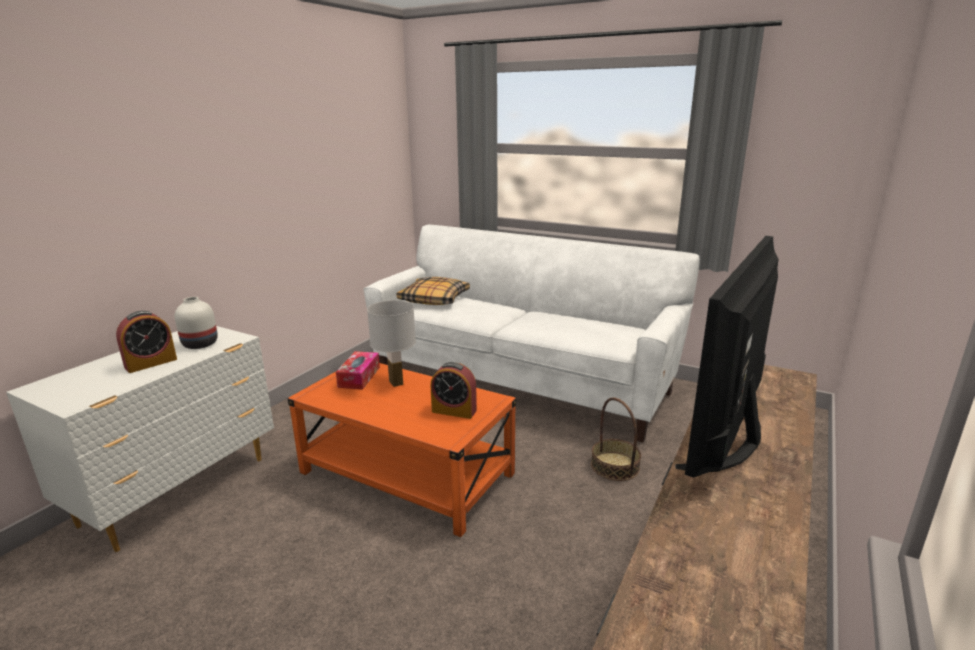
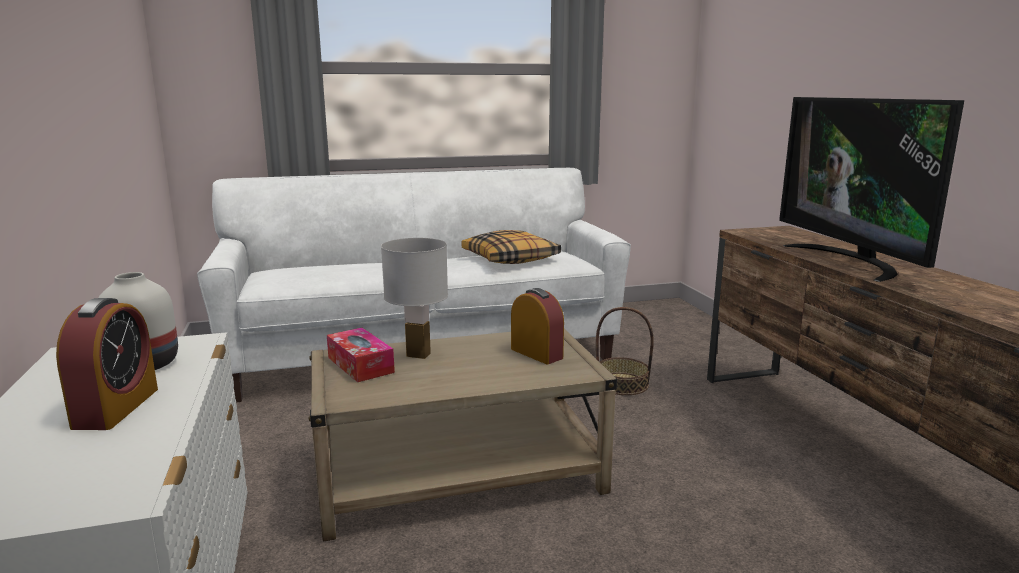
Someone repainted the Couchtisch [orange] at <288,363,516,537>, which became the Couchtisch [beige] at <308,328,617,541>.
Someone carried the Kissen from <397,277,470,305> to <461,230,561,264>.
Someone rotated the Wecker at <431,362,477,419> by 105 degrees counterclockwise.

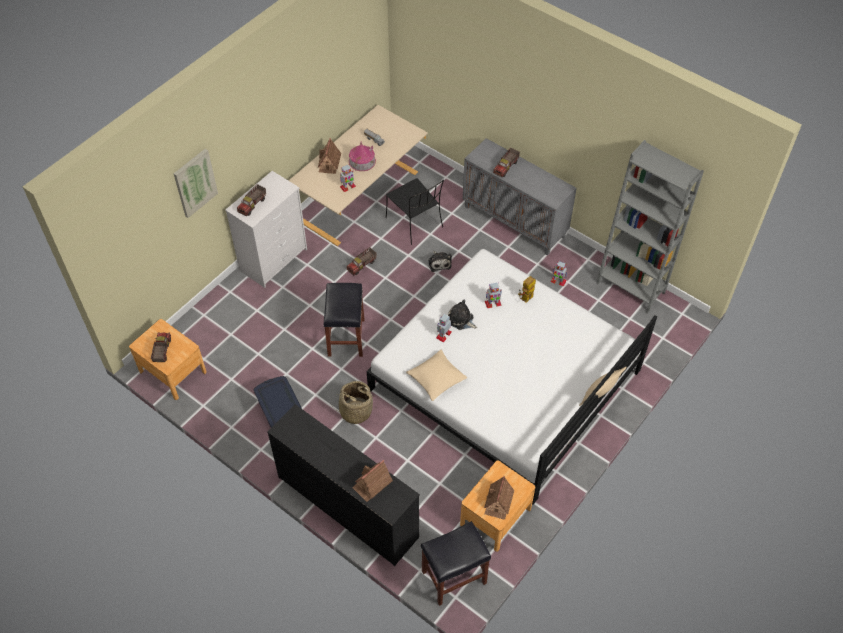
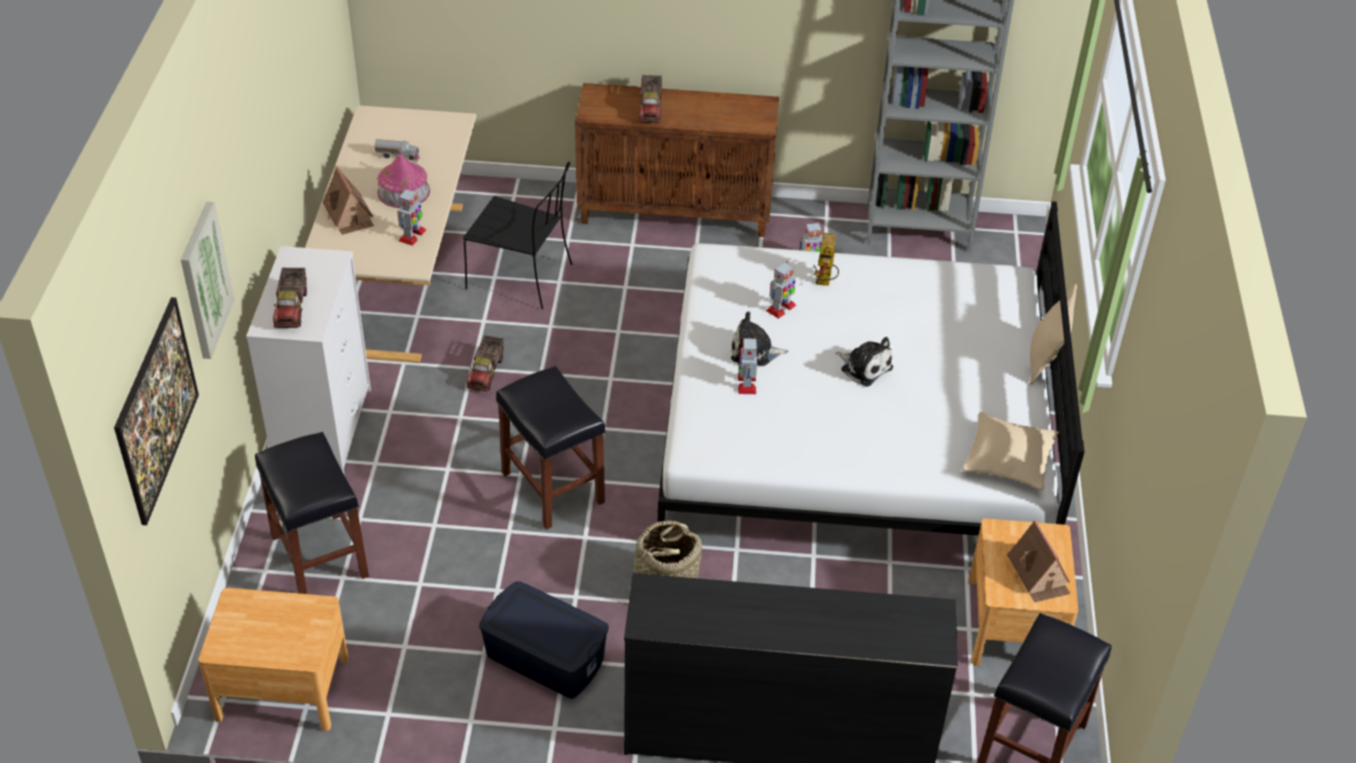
Someone put up the Bild at <114,297,199,525>.
Someone put down the Hocker [schwarz] at <255,432,369,594>.
Someone repainted the Schrank [grau] at <463,138,577,256>, which became the Schrank [braun] at <575,83,779,237>.
Someone carried the Plüschtier from <428,251,452,272> to <836,337,893,386>.
Someone carried the Kissen [beige] from <406,350,467,401> to <962,412,1058,490>.
Someone took away the Spielzeuglaster at <151,332,171,362>.
Someone took away the Spielzeughaus at <352,460,393,502>.

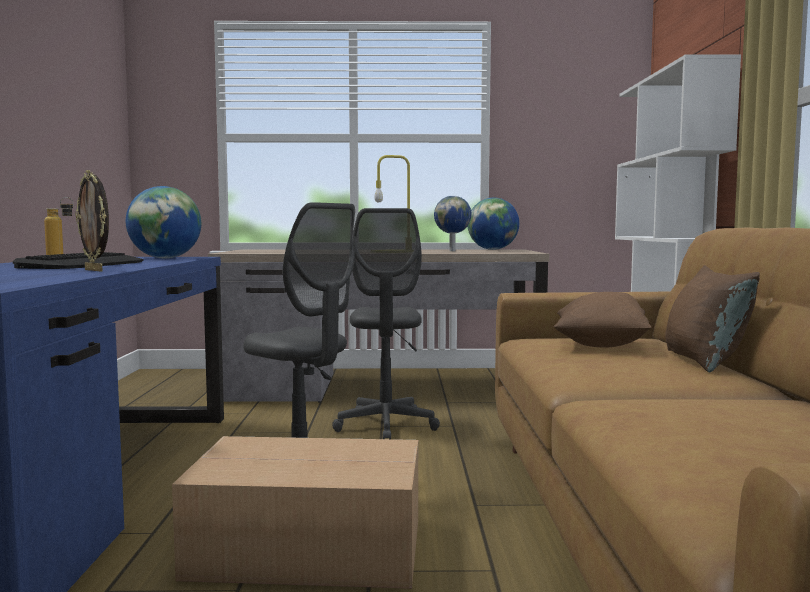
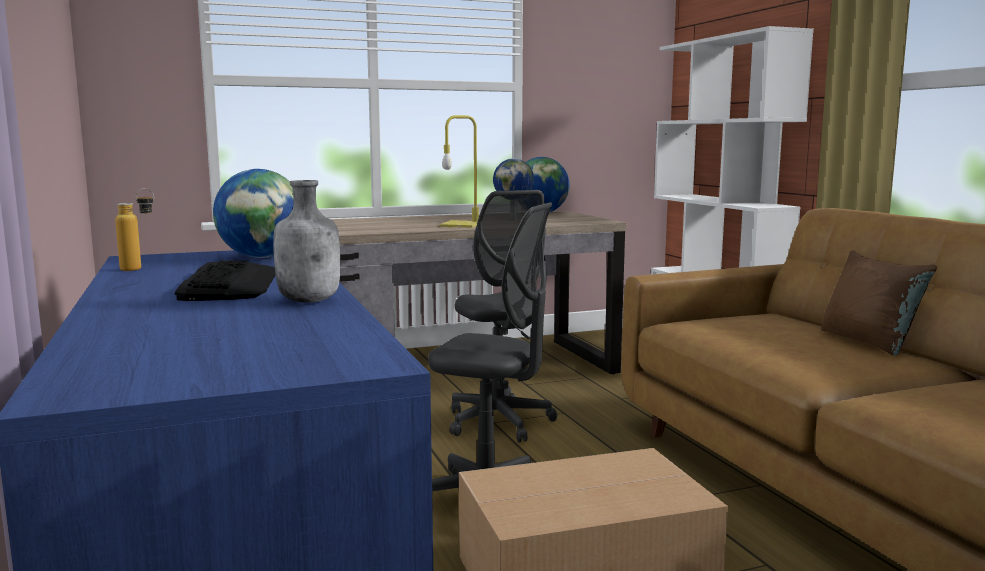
Someone swapped the Bilderrahmen at <75,170,109,271> for the Flasche [grau] at <273,180,340,303>.
Someone took away the Kissen [braun] at <554,292,652,348>.

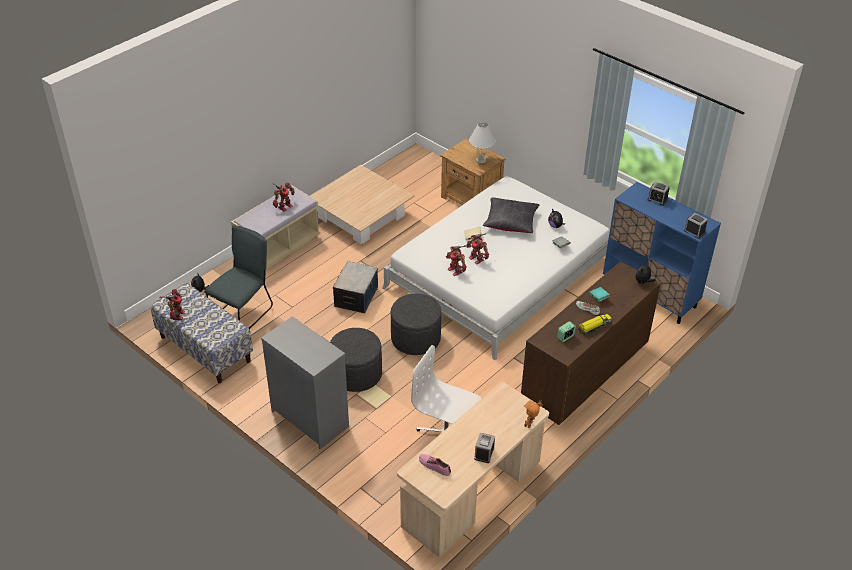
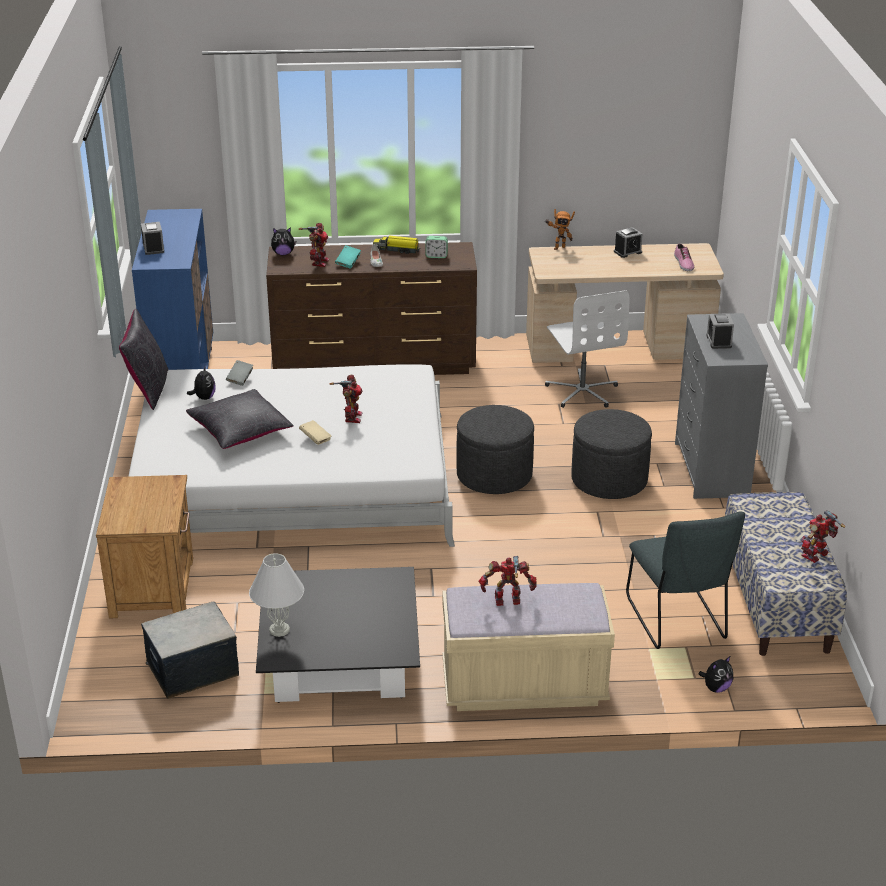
Someone put down the Kissen [schwarz] at <119,309,168,410>.
Someone carried the Aufbewahrungsbox from <333,261,378,313> to <141,601,239,699>.
Someone carried the Tischlampe [weiß] from <469,122,495,163> to <249,553,304,637>.
Someone repainted the Couchtisch [beige] at <310,165,415,245>, which became the Couchtisch [schwarz] at <256,567,420,703>.
Someone carried the Spielzeugroboter from <446,245,467,276> to <299,223,330,267>.
Someone rotated the Stuhl [grau] at <204,225,273,329> by 90 degrees counterclockwise.
Someone carried the Wecker from <684,213,708,239> to <706,313,734,349>.

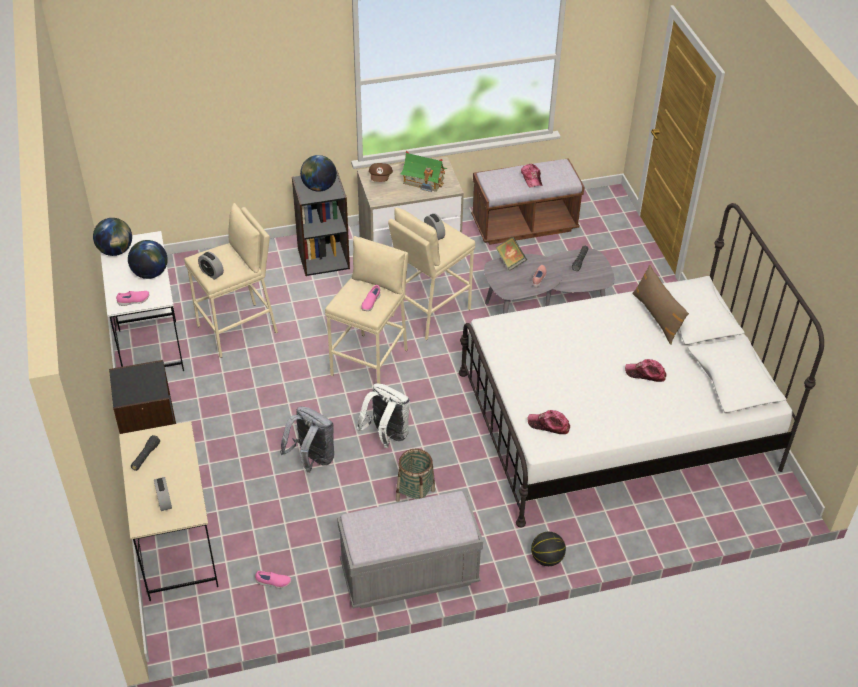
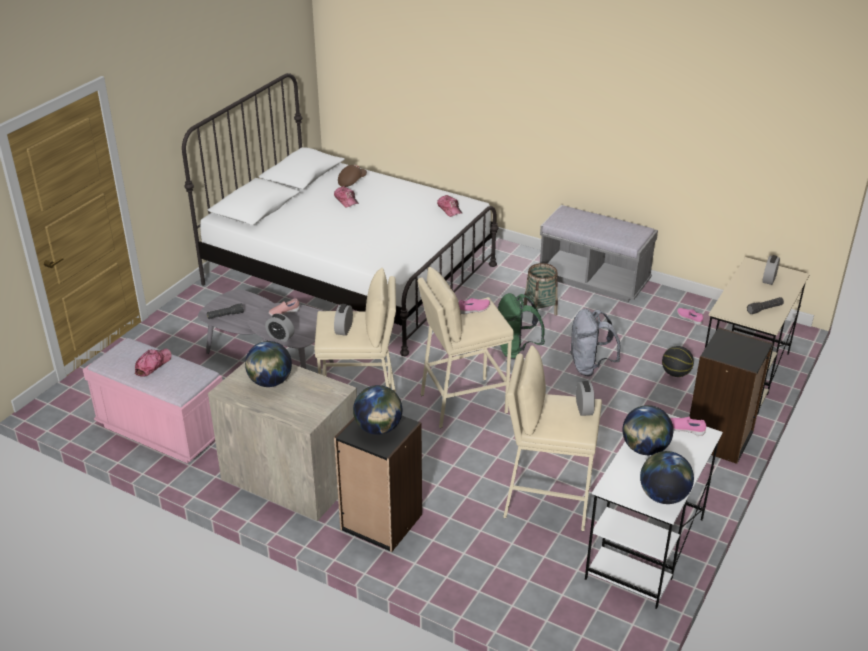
Someone repainted the Bank [braun] at <471,158,584,245>, which became the Bank [rosa] at <83,338,223,464>.
Someone swapped the Spielzeughaus at <400,151,448,192> for the Globus at <245,341,292,387>.
Someone swapped the Buch at <496,237,527,271> for the Wecker at <265,313,294,342>.
Someone carried the Kappe [braun] from <369,163,393,182> to <338,165,367,187>.
Someone repainted the Rucksack [weiß] at <356,383,410,448>, which became the Rucksack [grün] at <498,293,545,360>.
Someone carried the Basketball from <531,532,566,566> to <662,346,694,377>.
Someone took away the Kissen [braun] at <632,264,689,345>.

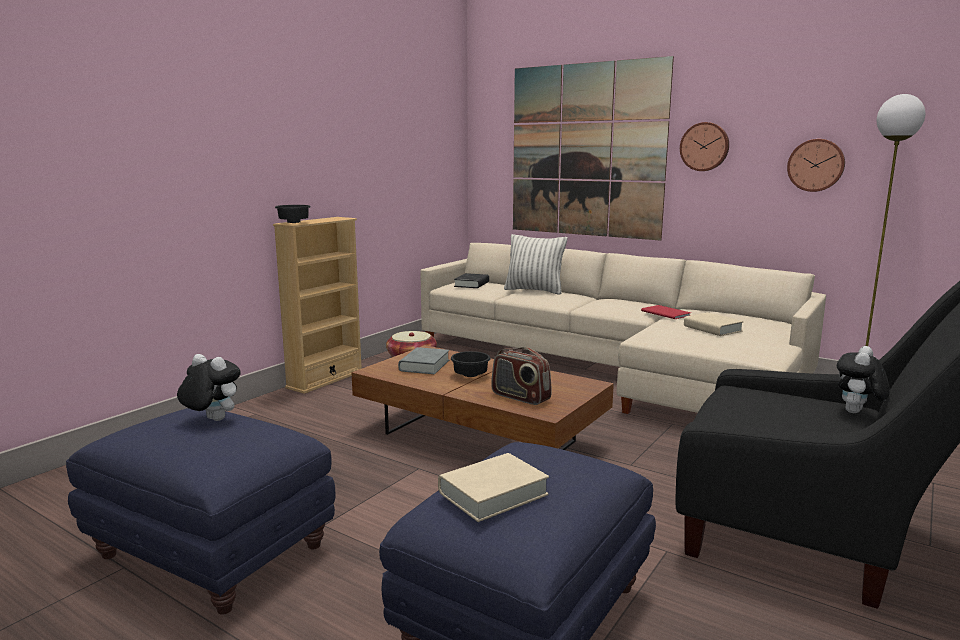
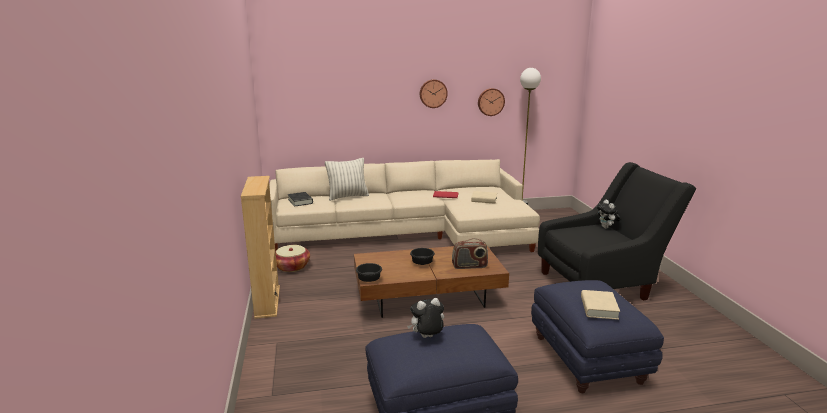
Someone carried the Schüssel [schwarz] from <275,205,310,223> to <356,263,382,282>.
Someone took away the Buch [grau] at <398,347,449,374>.
Someone took away the Bild at <513,56,674,241>.

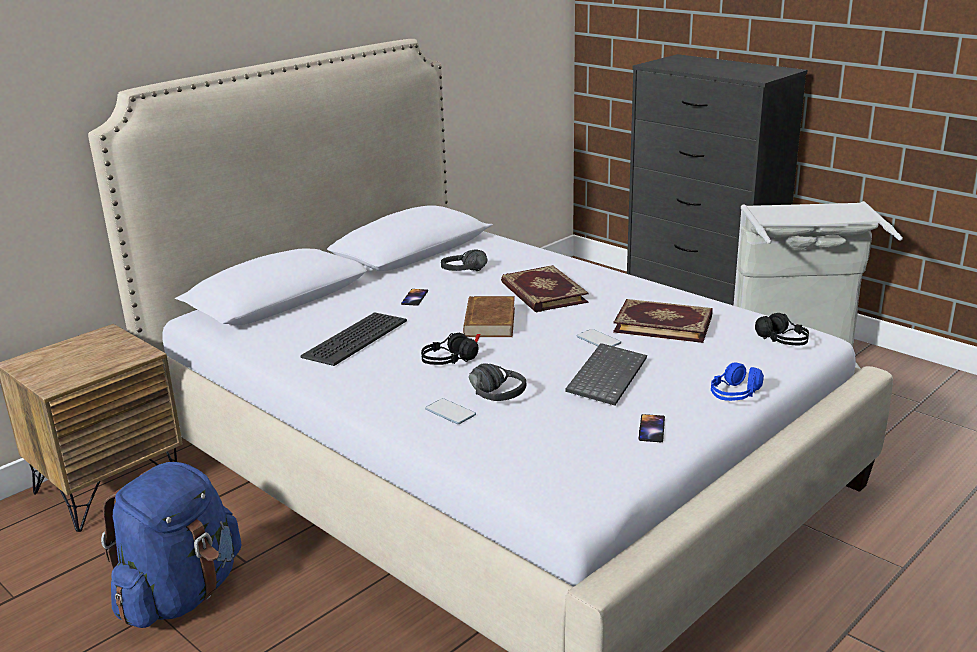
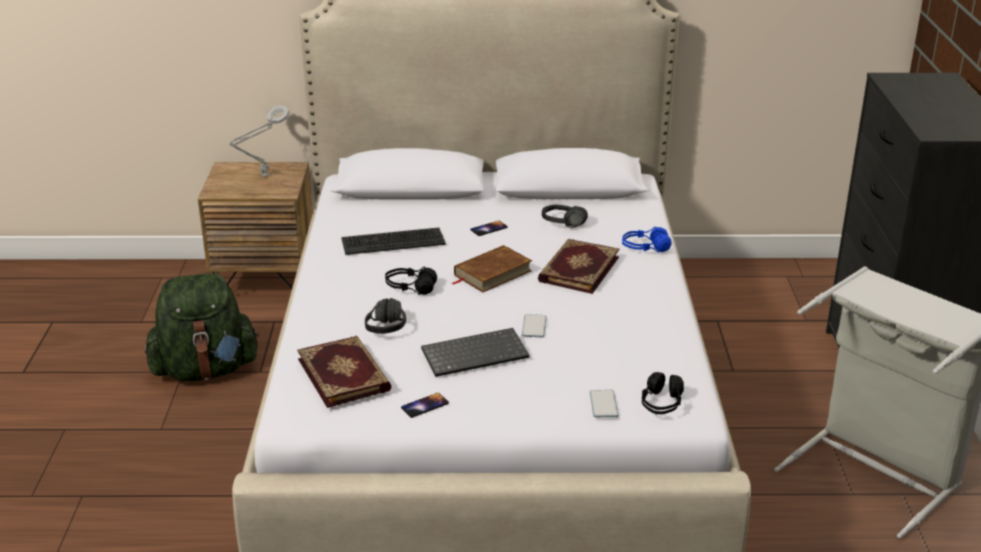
Someone repainted the Rucksack [blau] at <101,462,241,628>, which became the Rucksack [grün] at <145,273,260,381>.
Someone put down the Tischlampe [grau] at <229,105,289,177>.
Someone carried the Buch from <613,299,713,343> to <297,336,392,408>.
Someone carried the Handy from <425,398,476,424> to <590,390,618,417>.
Someone carried the Kopfhörer [blau] from <711,362,764,401> to <622,226,672,253>.

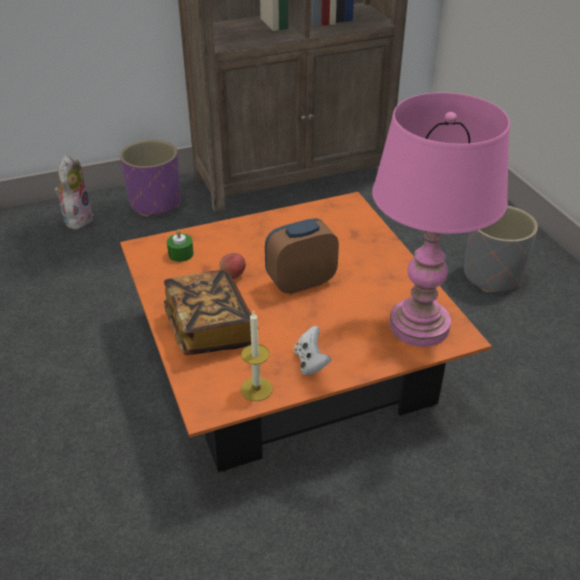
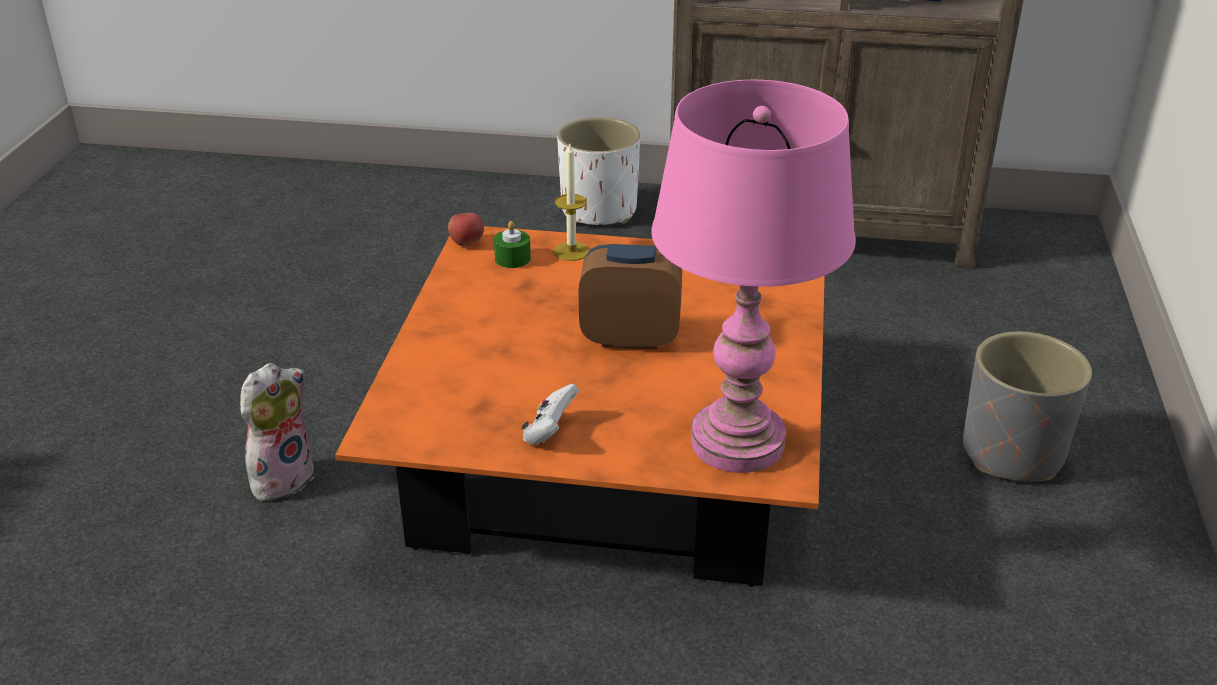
Someone carried the Plüschtier from <55,155,94,230> to <240,363,315,505>.
Someone carried the Apfel from <219,253,246,279> to <448,213,484,246>.
Someone carried the Kerze from <241,310,273,401> to <553,142,590,261>.
Someone repainted the Pflanzkübel [lila] at <120,140,181,217>, which became the Pflanzkübel [weiß] at <557,117,640,225>.
Someone took away the Buch at <164,270,252,355>.

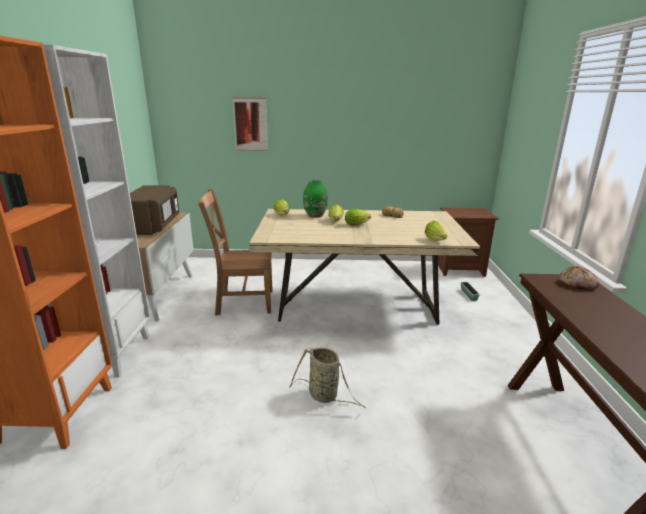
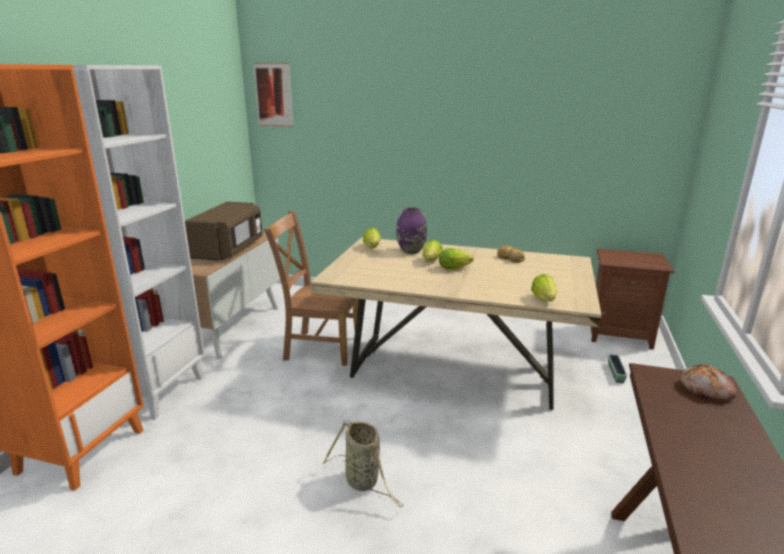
Someone carried the Bild from <232,98,268,151> to <253,63,294,127>.
Someone repainted the Vase [grün] at <303,180,328,218>, which became the Vase [lila] at <396,207,427,254>.

